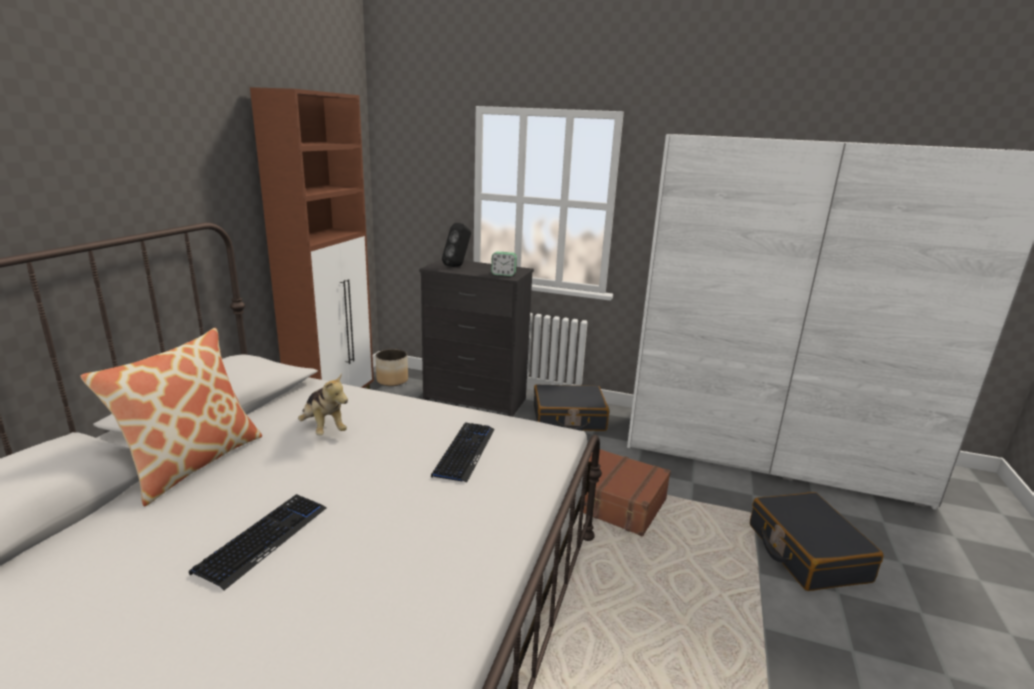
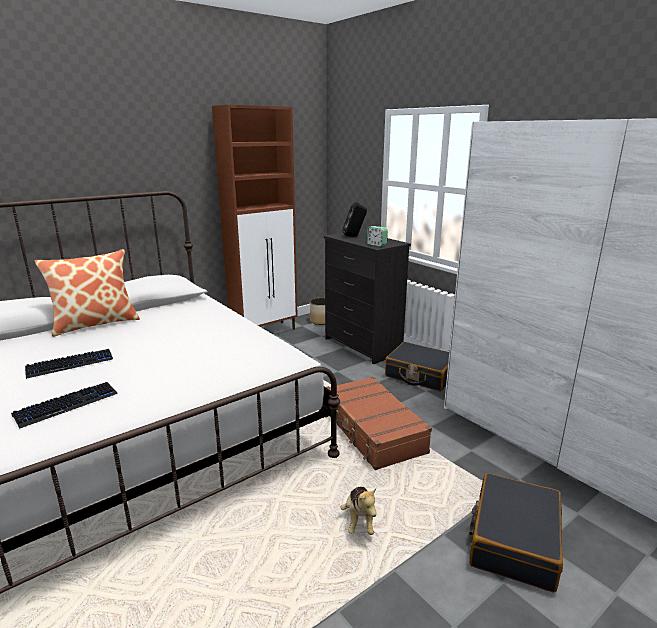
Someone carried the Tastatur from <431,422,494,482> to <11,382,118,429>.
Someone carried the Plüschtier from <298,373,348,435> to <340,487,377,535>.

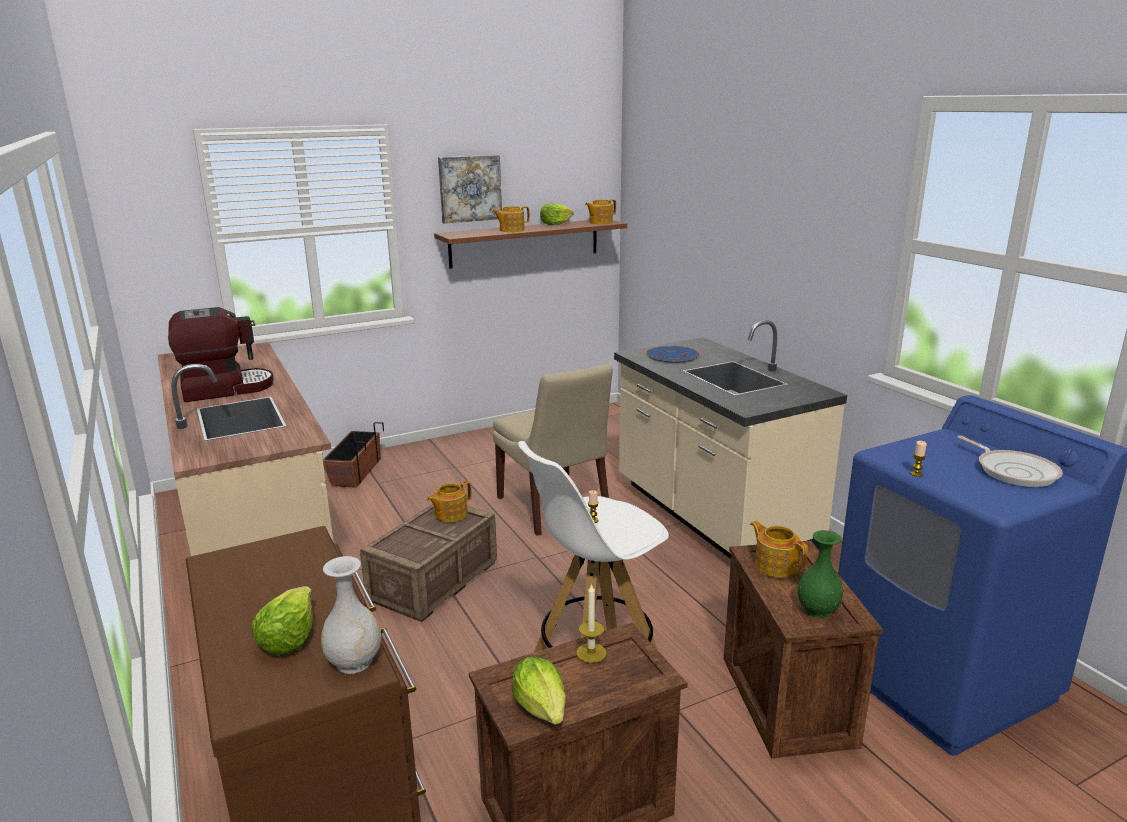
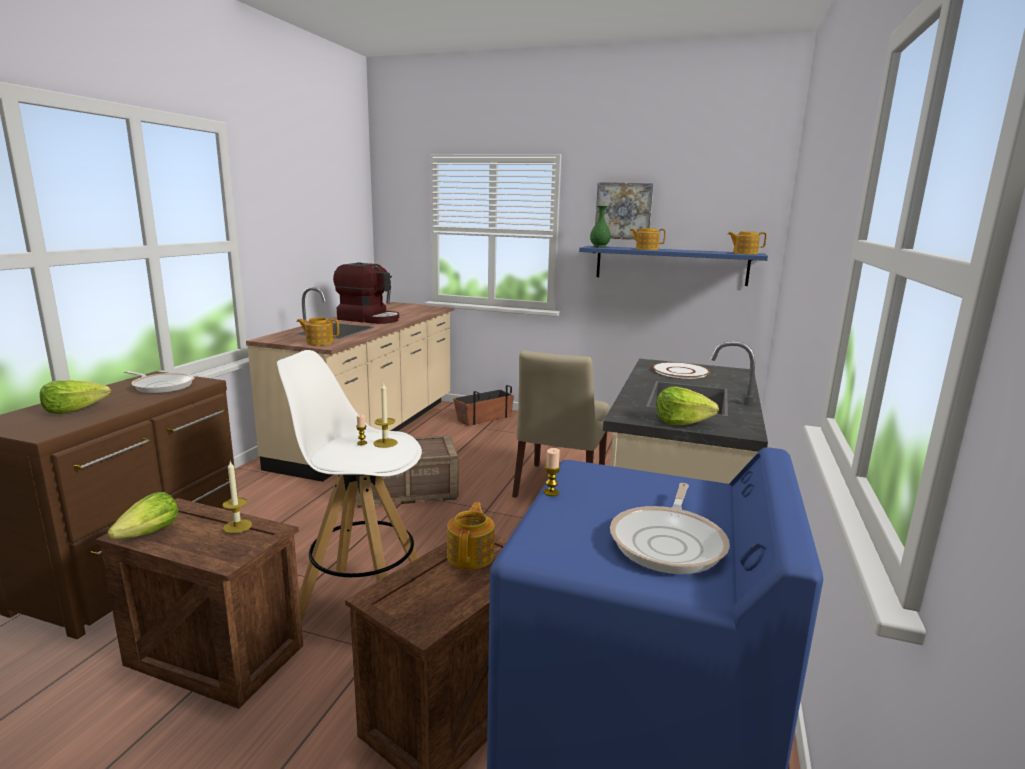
Someone put down the Pfanne at <124,371,194,393>.
Someone carried the Teekanne from <427,481,472,522> to <296,317,339,345>.
Someone put down the Kerze at <374,382,398,448>.
Someone repainted the Wandregal [braun] at <434,220,627,268>, which became the Wandregal [blau] at <579,246,768,286>.
Someone carried the Vase [grün] from <798,530,843,618> to <590,206,611,247>.
Someone repainted the Teller [blau] at <646,346,700,363>, which became the Teller [weiß] at <653,362,710,379>.
Someone carried the Salatkopf from <540,204,574,225> to <656,387,719,425>.
Someone took away the Vase [weiß] at <321,556,381,674>.

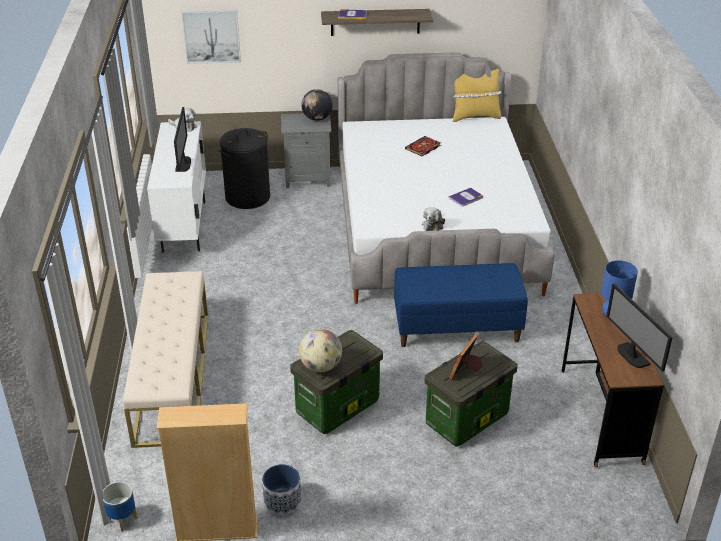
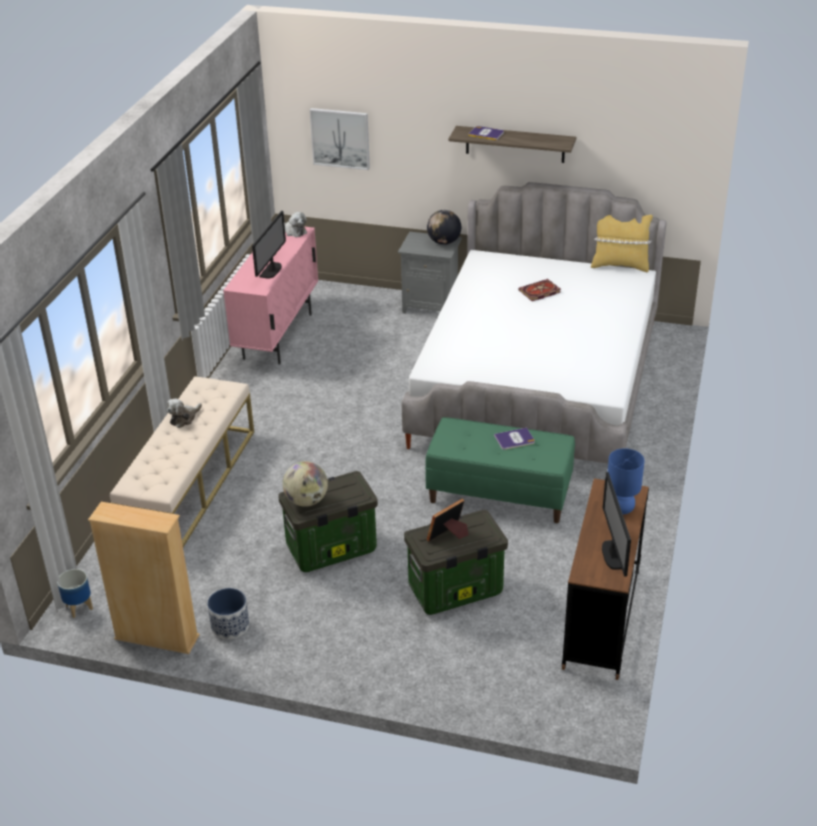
Someone carried the Plüschtier from <422,207,445,231> to <167,399,202,428>.
Someone repainted the Schrank [weiß] at <147,121,206,253>, which became the Schrank [rosa] at <223,226,318,365>.
Someone repainted the Bank [blau] at <394,263,528,347>, which became the Bank [grün] at <425,417,575,523>.
Someone carried the Buch from <448,187,483,206> to <494,428,535,450>.
Someone took away the Wäschekorb [schwarz] at <218,128,270,209>.

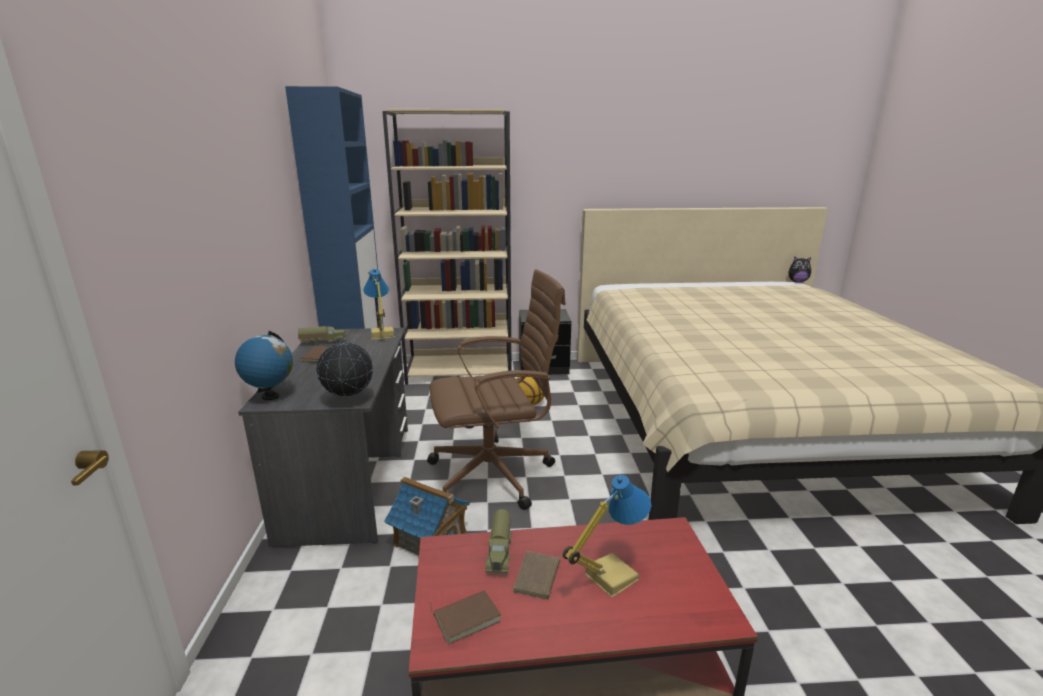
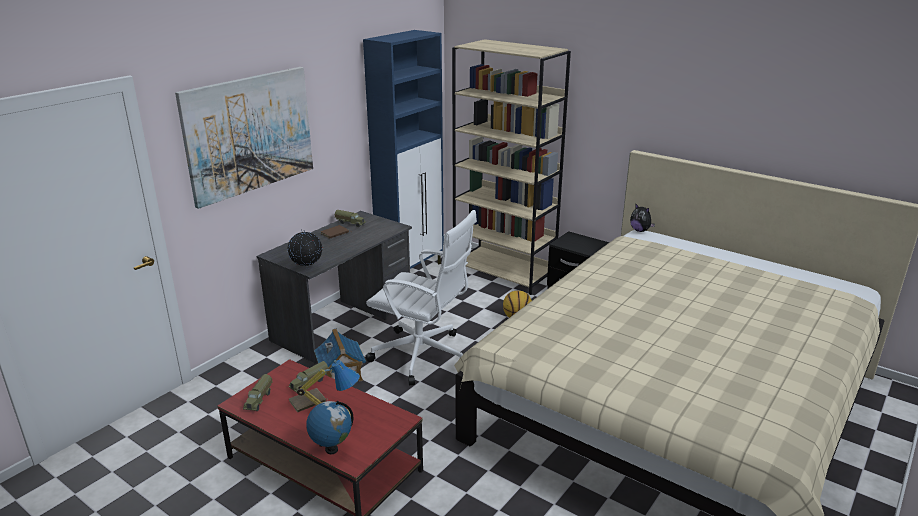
Someone put up the Bild at <175,67,313,209>.
Someone swapped the Buch [braun] at <430,590,501,644> for the Spielzeuglaster at <243,374,273,411>.
Someone carried the Globus from <235,331,293,400> to <306,401,353,454>.
Someone repainted the Bürostuhl [braun] at <427,269,566,510>, which became the Bürostuhl [weiß] at <365,210,477,385>.
Someone carried the Plüschtier from <789,257,811,283> to <630,203,655,232>.
Someone took away the Tischlampe at <363,269,395,340>.

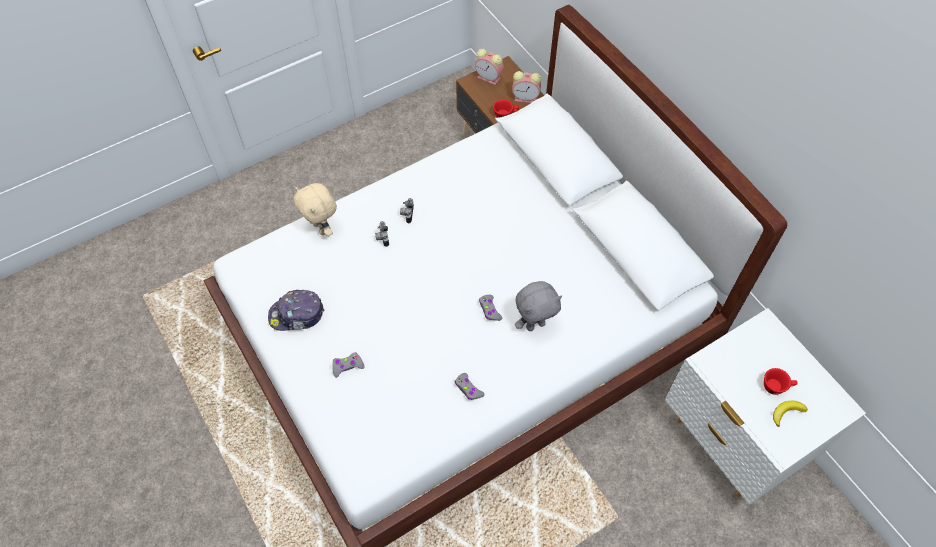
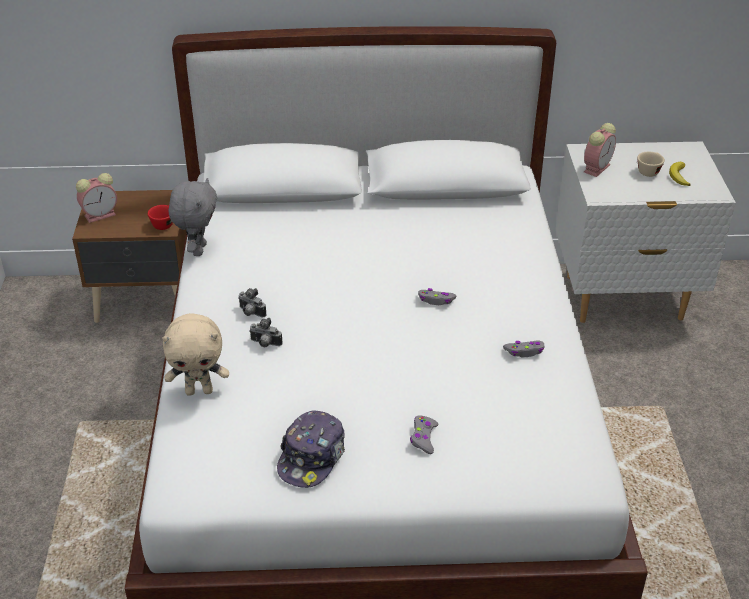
Someone carried the Plüschtier [grau] from <515,281,562,331> to <169,178,217,256>.
Someone carried the Wecker from <512,71,542,103> to <584,123,616,177>.
Someone repainted the Tasse [rot] at <764,368,798,395>, which became the Tasse [beige] at <637,152,665,177>.

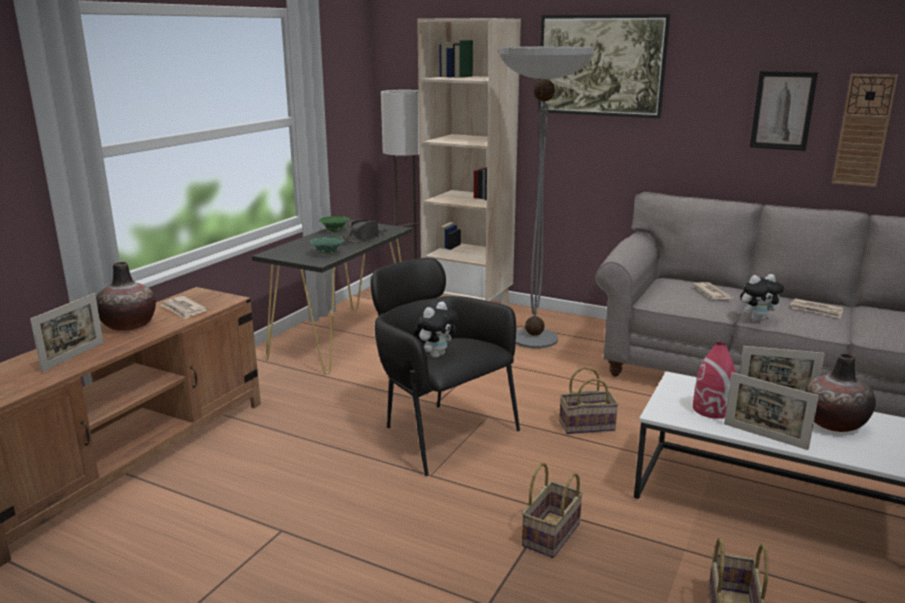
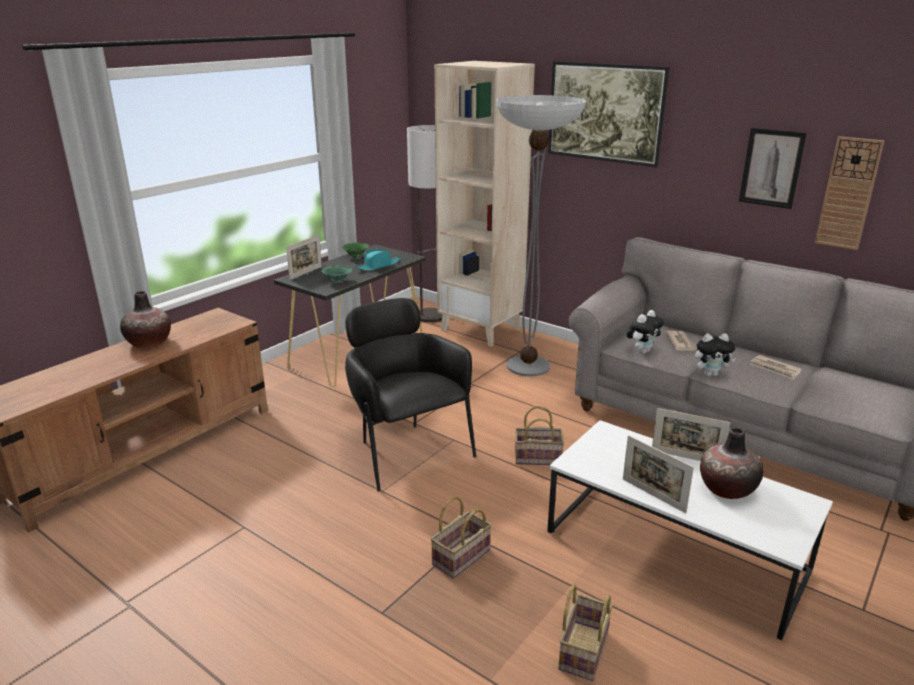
Someone carried the Bilderrahmen from <30,293,104,372> to <286,235,322,280>.
Someone repainted the Hut [schwarz] at <341,220,388,243>, which became the Hut [türkis] at <354,249,401,271>.
Someone carried the Plüschtier from <414,302,458,358> to <627,310,664,354>.
Someone took away the Zeitung at <161,296,207,319>.
Someone took away the Vase [rot] at <693,342,735,419>.

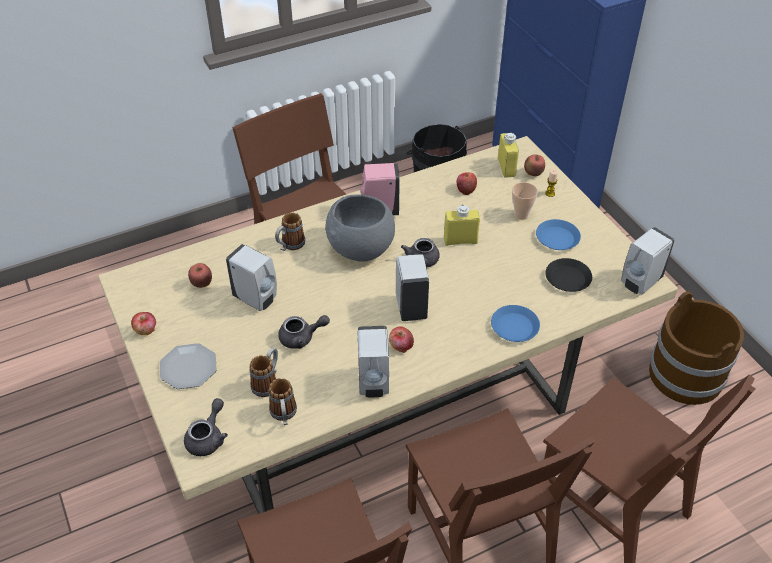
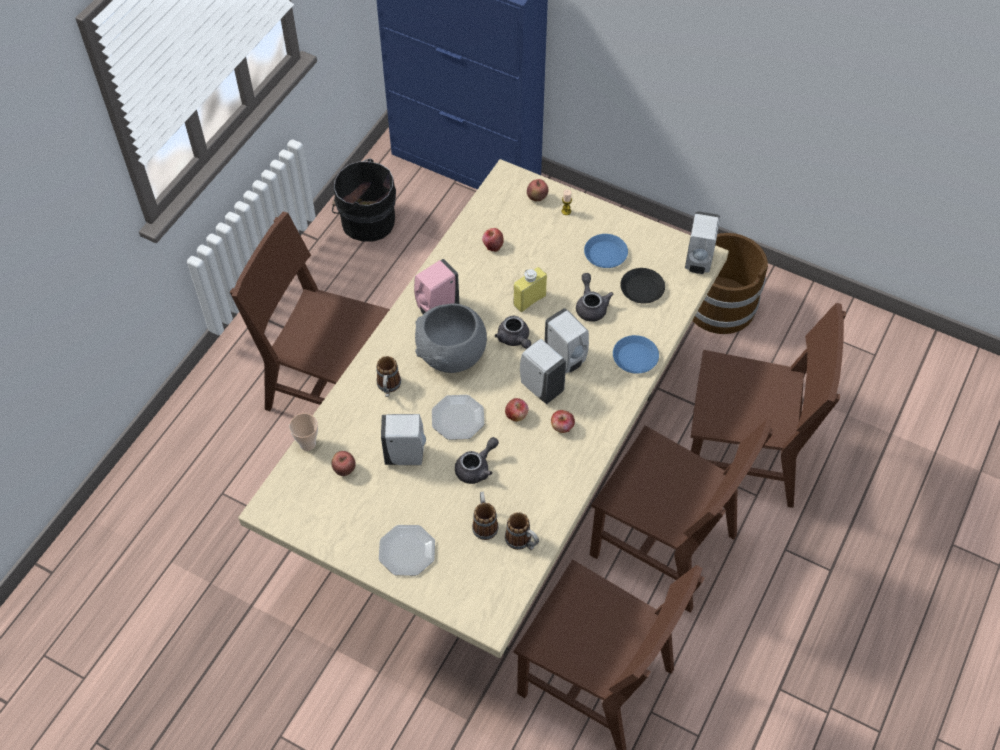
Someone carried the Tasse from <512,182,538,220> to <289,413,318,451>.
Someone put down the Teller at <432,395,484,440>.
Someone carried the Apfel from <131,312,156,335> to <505,398,528,421>.
Someone carried the Seifenspender [weiß] from <357,326,389,397> to <544,308,589,373>.
Someone carried the Teekanne [grau] from <184,398,228,456> to <576,273,613,322>.
Someone took away the Flasche [gelb] at <498,133,519,178>.

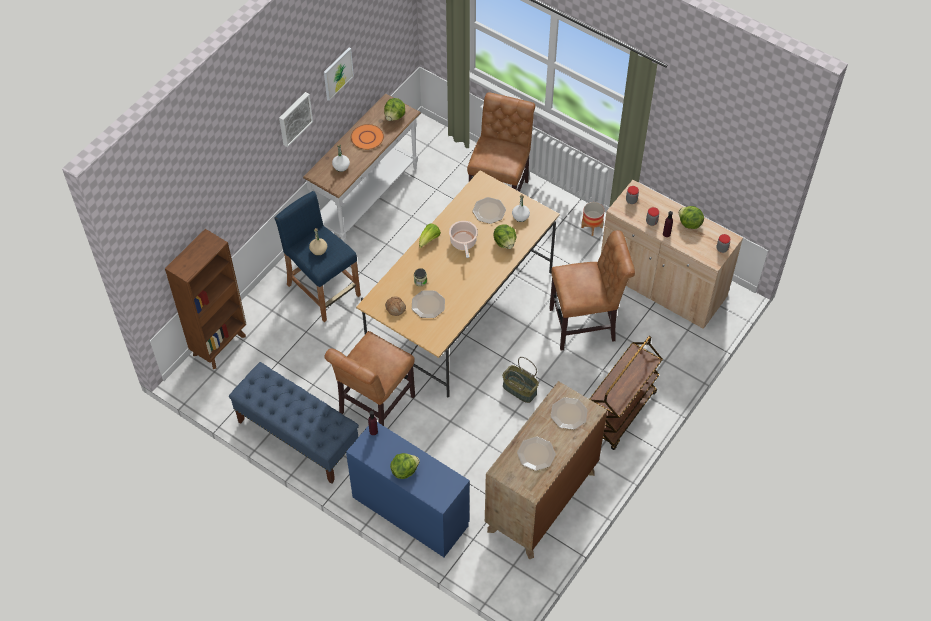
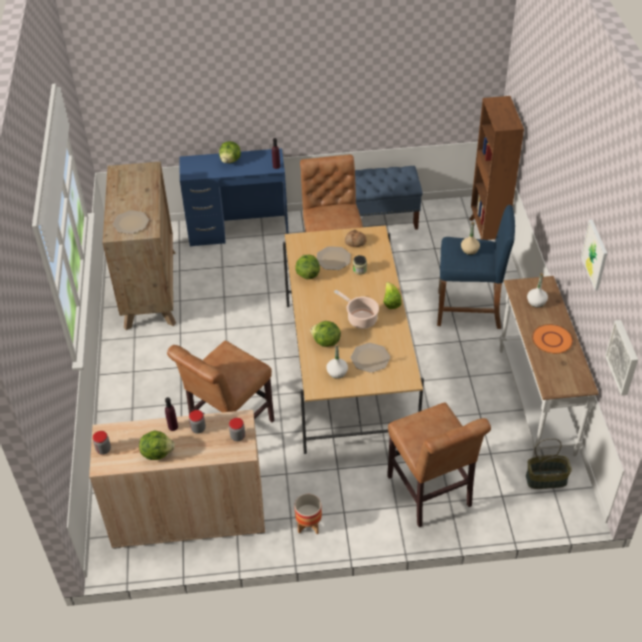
Someone carried the Salatkopf from <384,98,405,121> to <295,254,320,279>.
Someone carried the Korb from <502,357,539,403> to <526,438,572,489>.
Someone carried the Bild from <279,92,313,147> to <605,320,638,396>.
Someone took away the Teller at <517,437,556,471>.
Someone took away the Rollwagen [braun] at <590,336,663,450>.

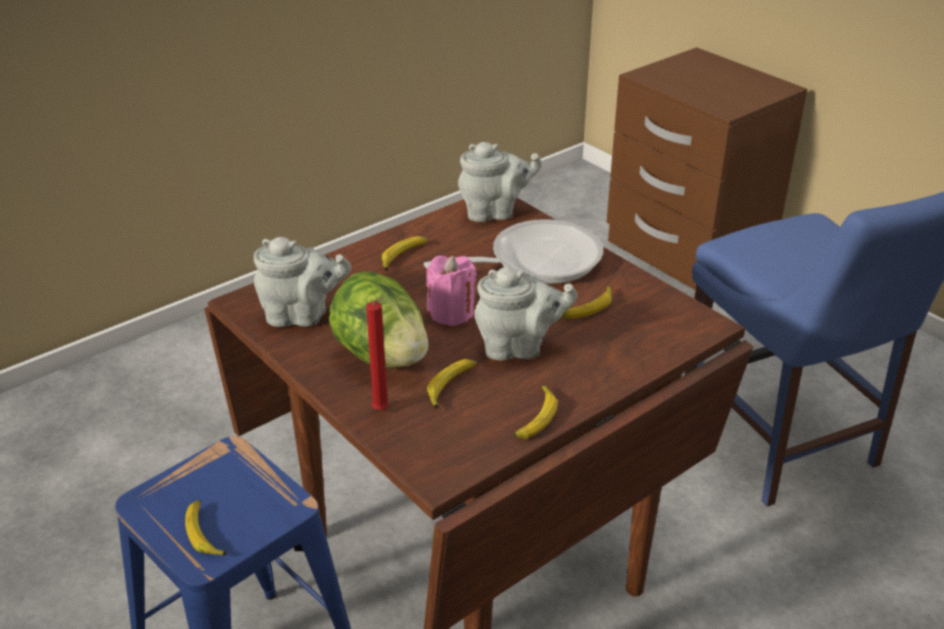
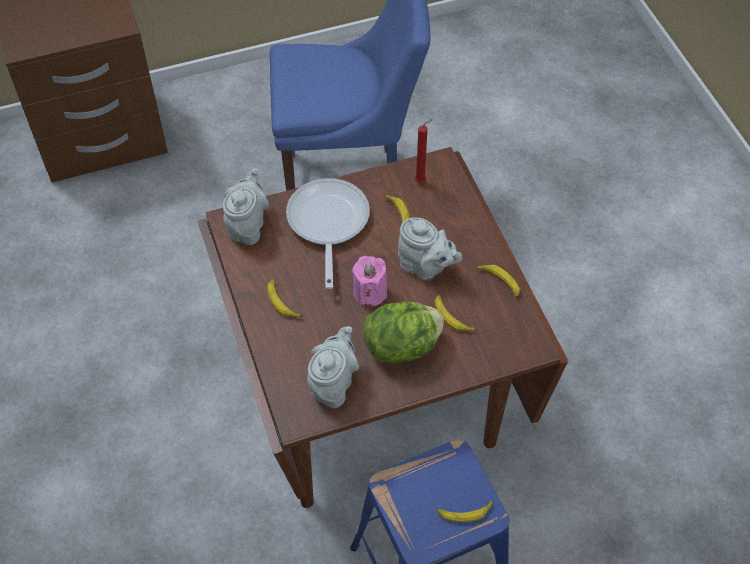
Someone rotated the Teekanne [grau] at <474,267,578,360> by 105 degrees clockwise.
Someone carried the Kerze [rot] from <366,298,389,410> to <415,120,432,183>.

